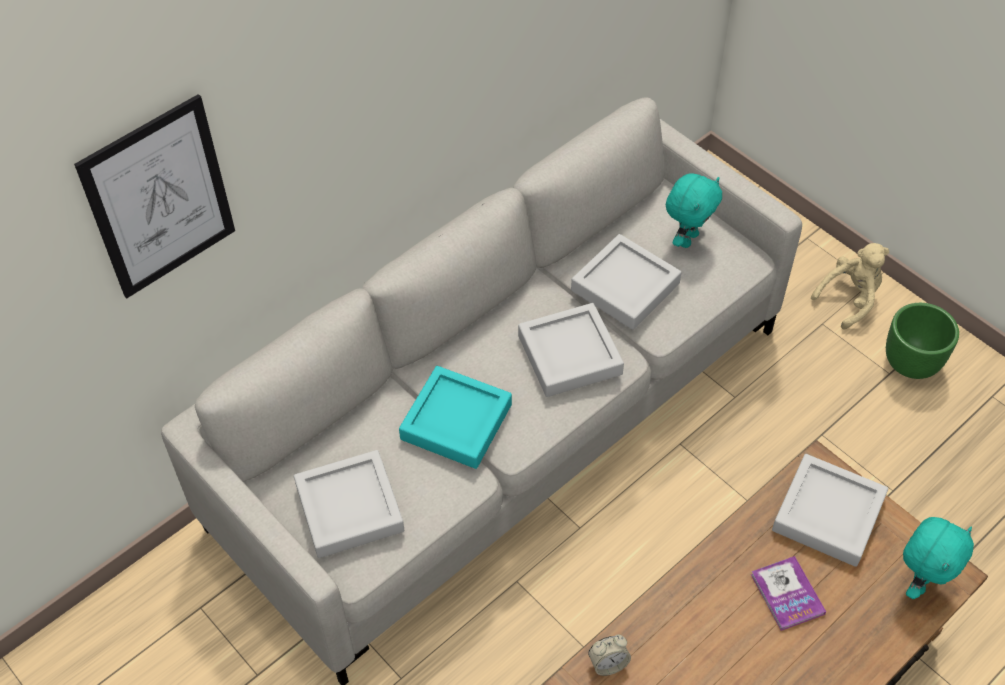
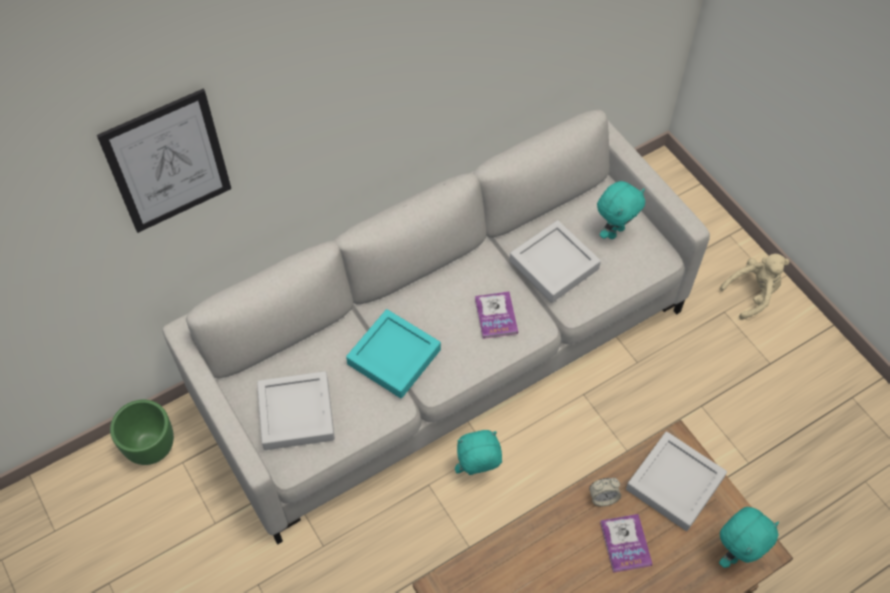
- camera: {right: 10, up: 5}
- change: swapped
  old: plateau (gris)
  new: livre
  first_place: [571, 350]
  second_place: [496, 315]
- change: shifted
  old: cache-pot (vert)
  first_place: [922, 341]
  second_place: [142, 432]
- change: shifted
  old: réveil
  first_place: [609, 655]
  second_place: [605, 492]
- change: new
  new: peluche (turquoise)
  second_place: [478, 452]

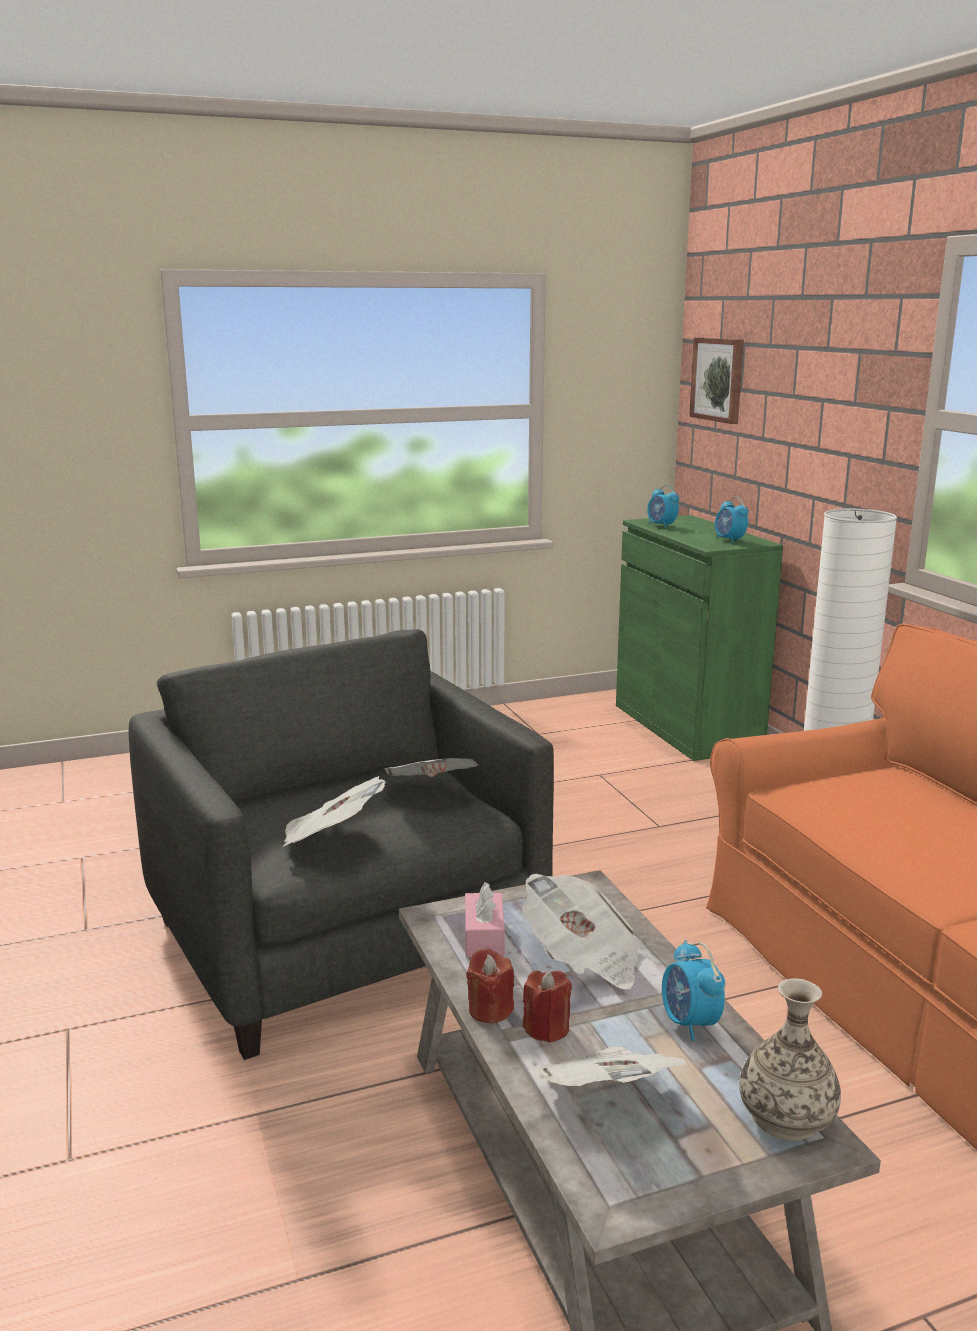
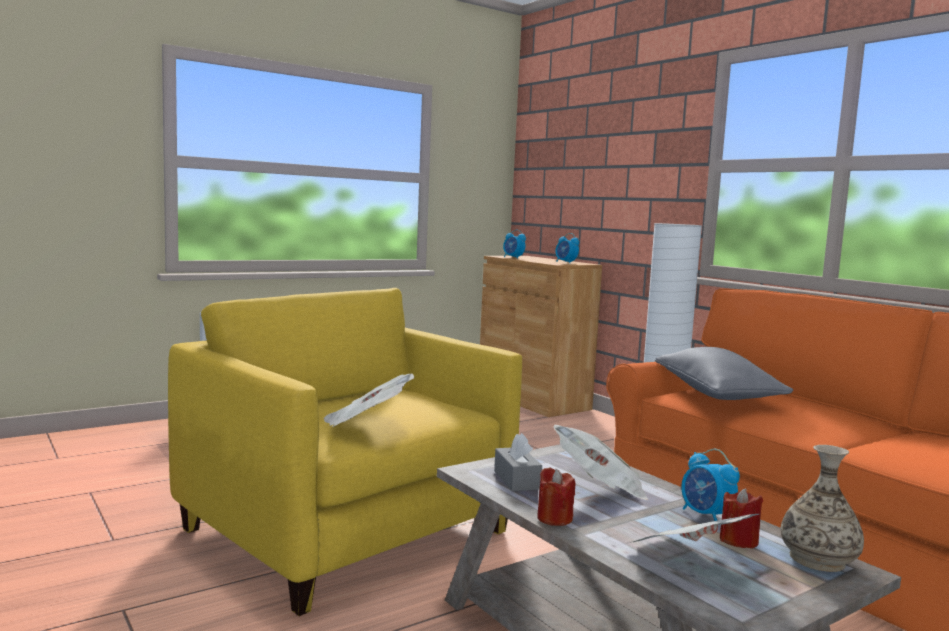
- camera: {right: -15, up: -10}
- change: gone
  old: tableau
  first_place: [716, 380]
- change: repainted
  old: meuble de rangement (vert)
  new: meuble de rangement (marron)
  first_place: [699, 638]
  second_place: [541, 336]
- change: repainted
  old: fauteuil (gris)
  new: fauteuil (jaune)
  first_place: [341, 844]
  second_place: [345, 452]
- change: gone
  old: journal
  first_place: [431, 767]
- change: repainted
  old: boîte à mouchoirs (rose)
  new: boîte à mouchoirs (gris)
  first_place: [485, 920]
  second_place: [518, 462]
- change: shifted
  old: bougie (rouge)
  first_place: [547, 1007]
  second_place: [741, 518]
- change: new
  new: coussin (gris)
  second_place: [724, 373]

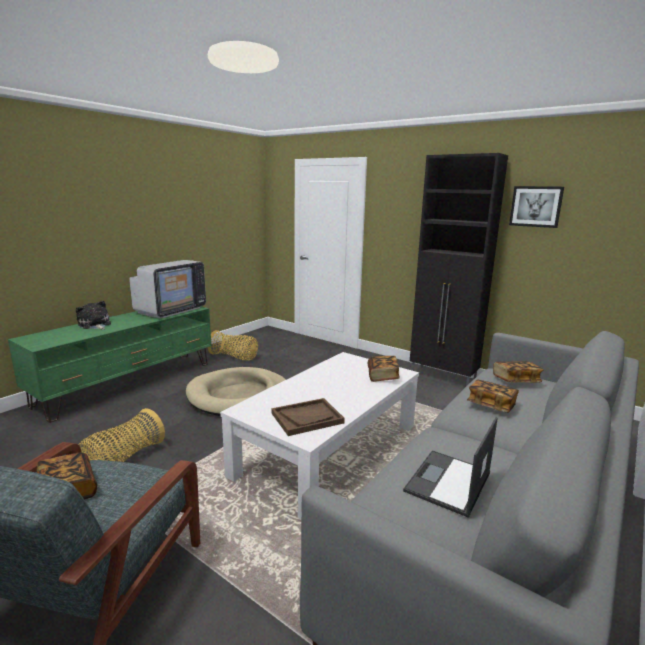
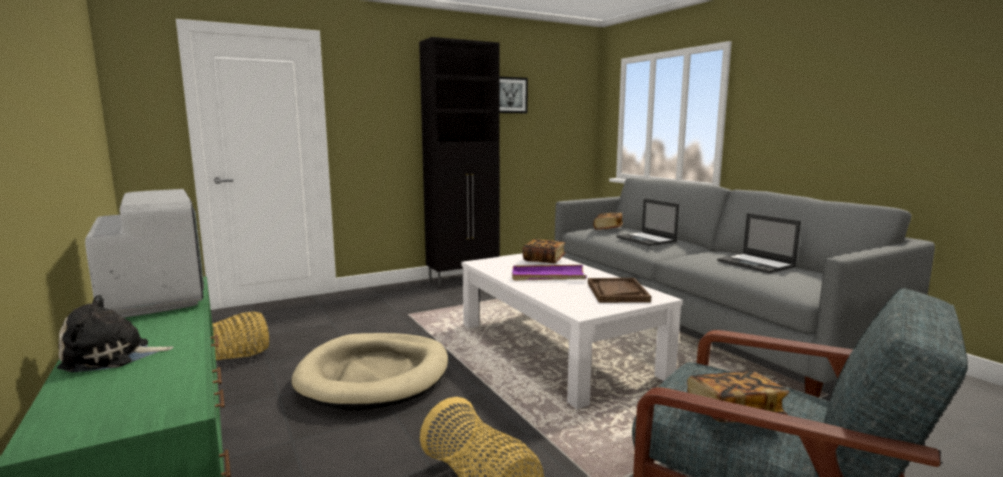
- camera: {right: -65, up: -5}
- change: swapped
  old: livre
  new: ordinateur portable
  first_place: [493, 396]
  second_place: [647, 222]
- change: new
  new: plateau (violet)
  second_place: [549, 273]

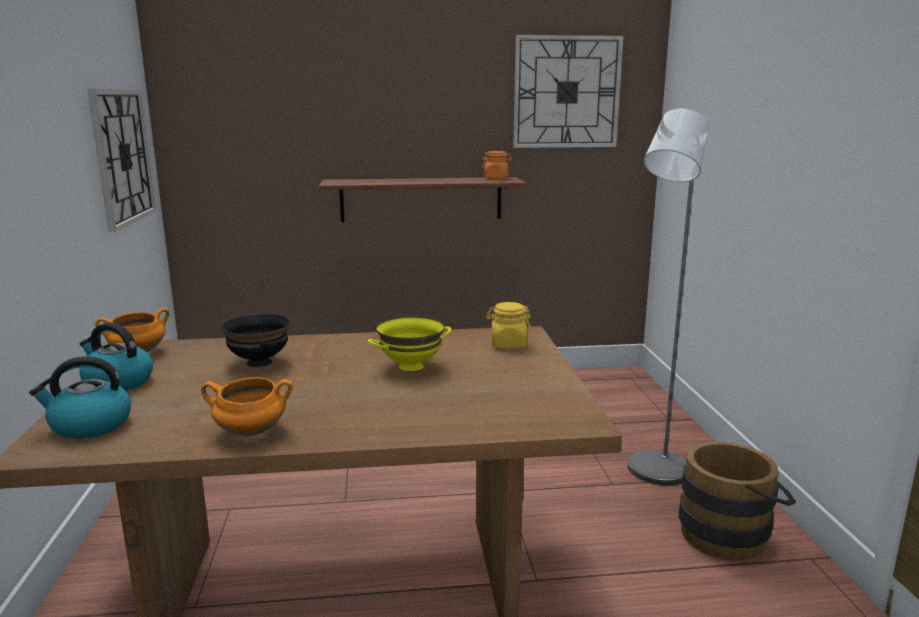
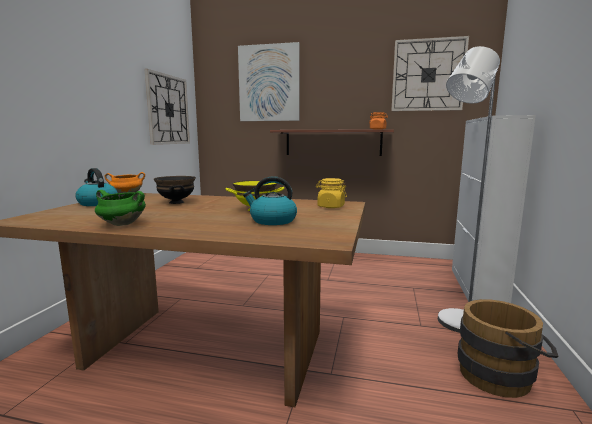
- camera: {right: 20, up: -5}
- change: shifted
  old: bouilloire
  first_place: [80, 397]
  second_place: [270, 200]
- change: repainted
  old: marmite (orange)
  new: marmite (vert)
  first_place: [247, 407]
  second_place: [120, 208]
- change: new
  new: tableau
  second_place: [269, 81]
- change: new
  new: meuble de rangement (blanc)
  second_place: [494, 209]

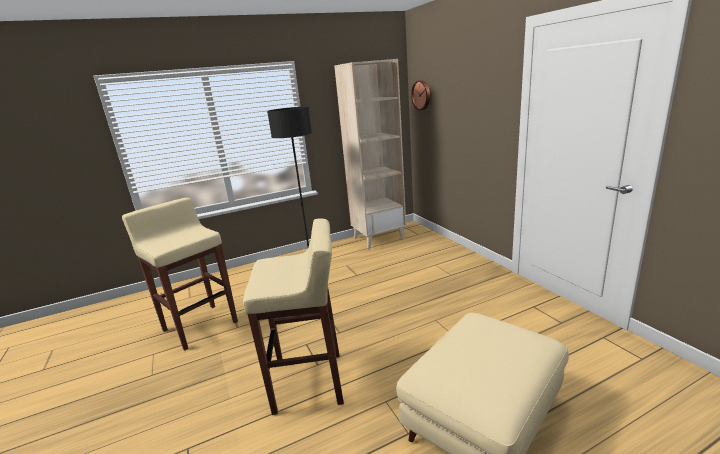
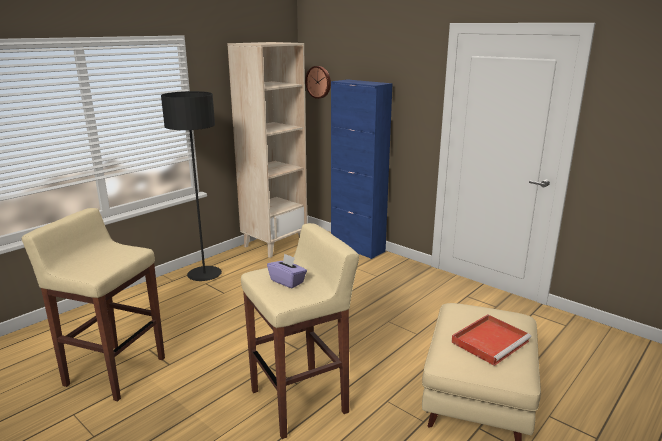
- camera: {right: -25, up: 0}
- change: new
  new: meuble de rangement (bleu)
  second_place: [361, 169]
- change: new
  new: boîte à mouchoirs (violet)
  second_place: [287, 270]
- change: new
  new: plateau (rouge)
  second_place: [491, 340]

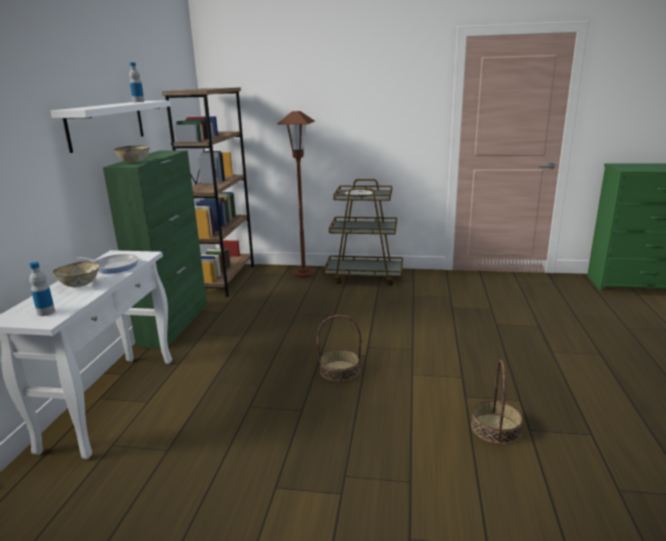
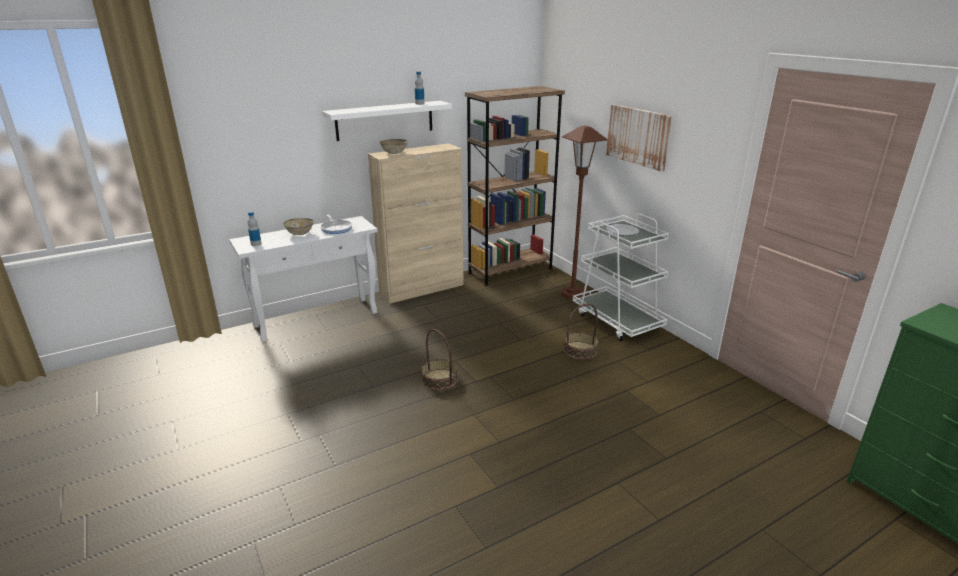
- camera: {right: 50, up: 5}
- change: repainted
  old: meuble de rangement (vert)
  new: meuble de rangement (beige)
  first_place: [155, 249]
  second_place: [416, 223]
- change: repainted
  old: chariot (marron)
  new: chariot (blanc)
  first_place: [363, 232]
  second_place: [621, 277]
- change: shifted
  old: panier
  first_place: [497, 402]
  second_place: [580, 331]
- change: new
  new: tableau
  second_place: [639, 138]

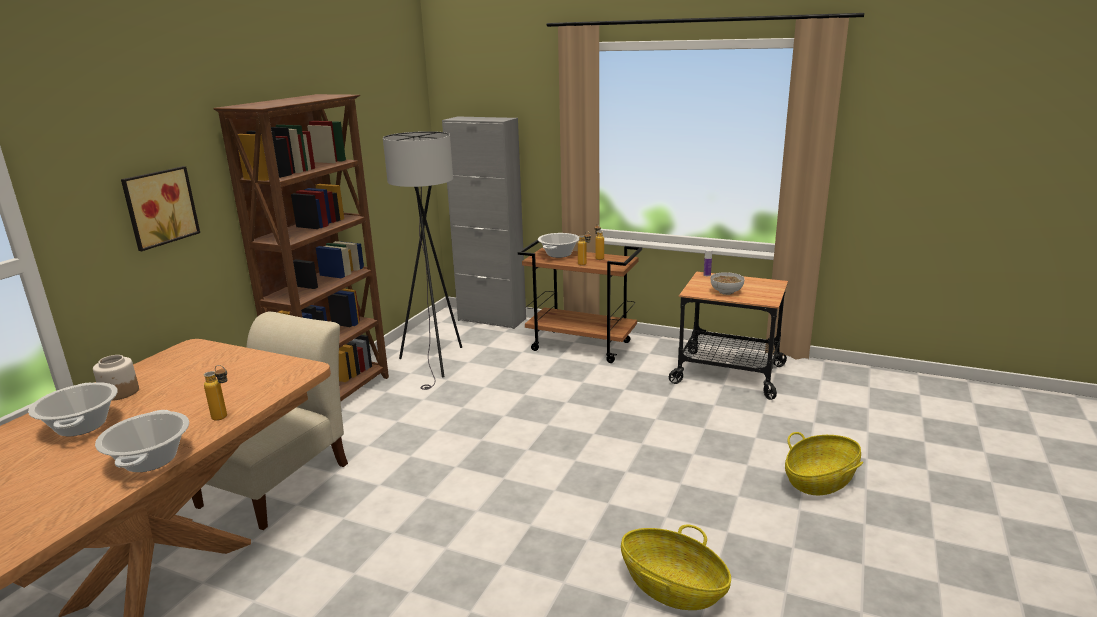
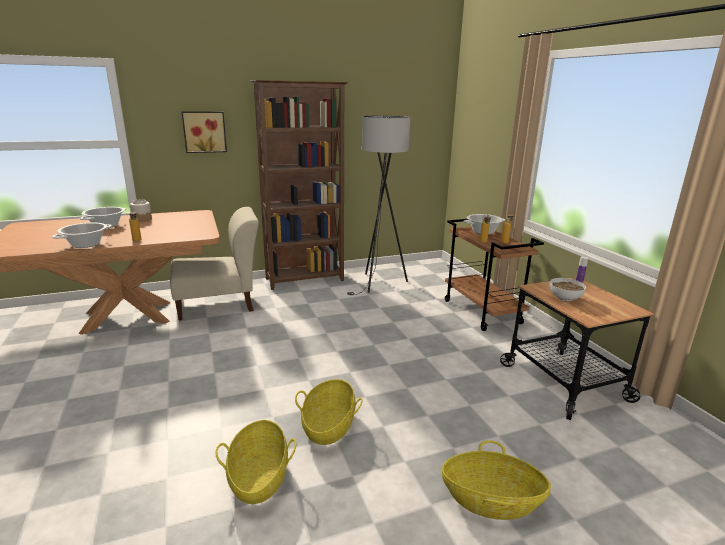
- camera: {right: 45, up: 0}
- change: gone
  old: meuble de rangement (gris)
  first_place: [484, 222]
- change: new
  new: panier
  second_place: [329, 412]

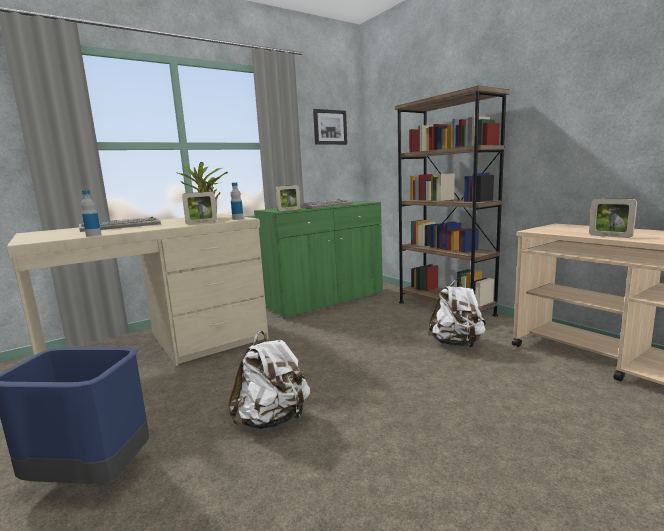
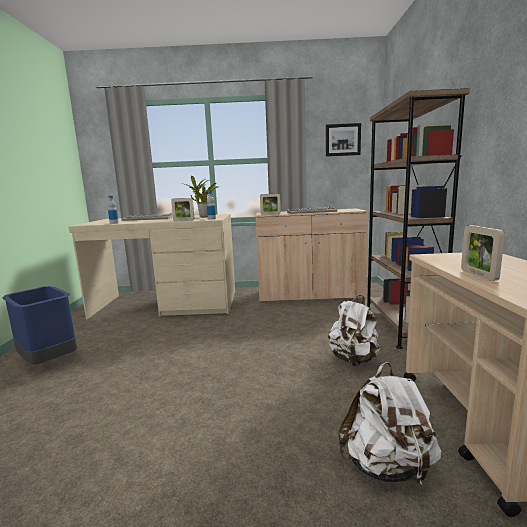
- camera: {right: 35, up: 0}
- change: repainted
  old: meuble de rangement (vert)
  new: meuble de rangement (beige)
  first_place: [318, 260]
  second_place: [312, 256]
- change: shifted
  old: sac à dos (blanc)
  first_place: [269, 380]
  second_place: [389, 424]

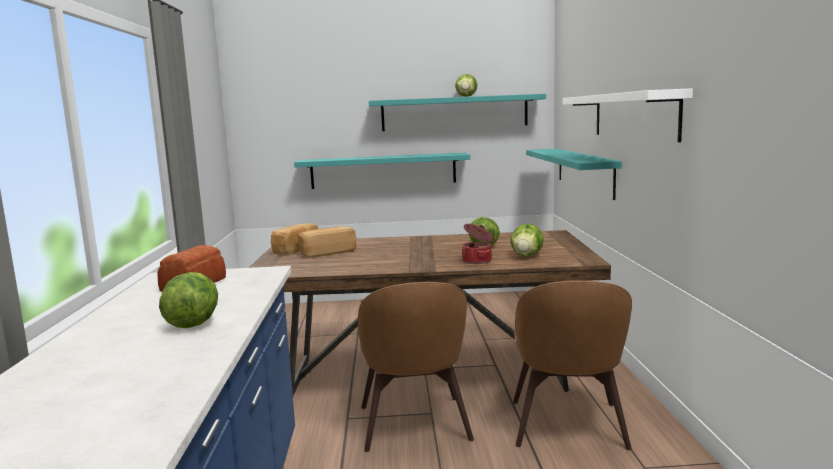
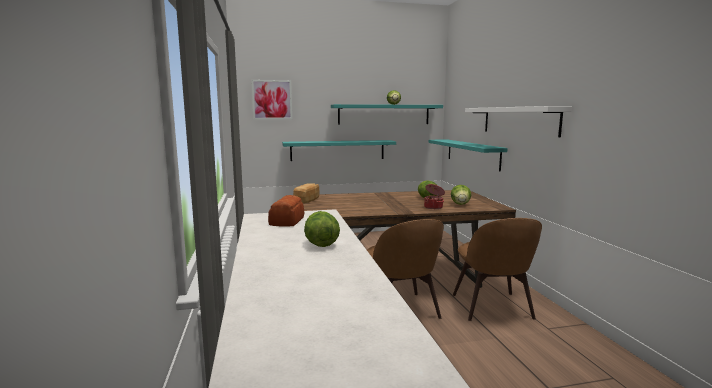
- camera: {right: -10, up: 0}
- change: gone
  old: pain
  first_place: [327, 242]
- change: new
  new: tableau
  second_place: [271, 100]

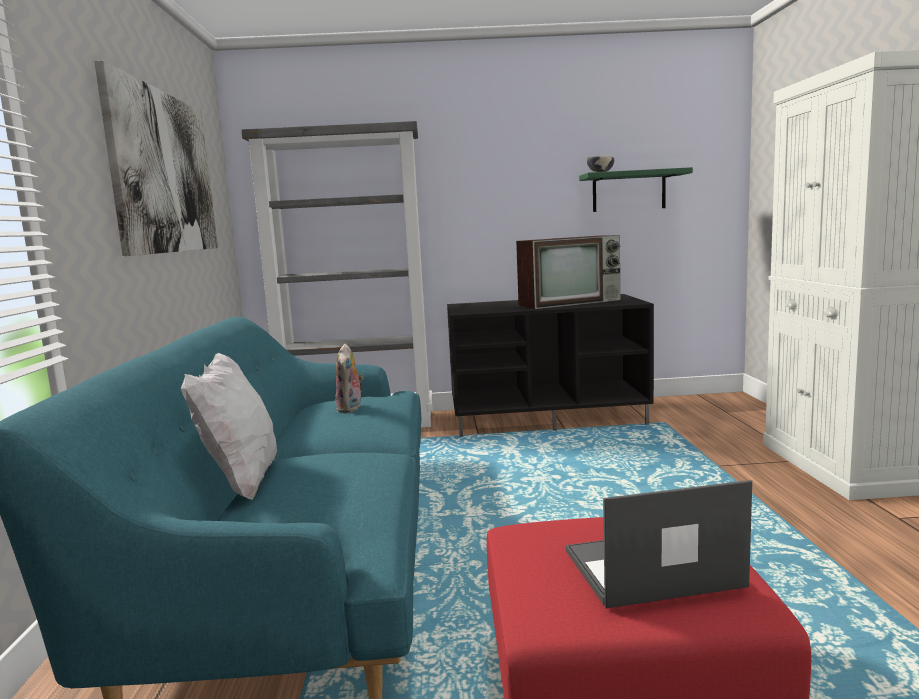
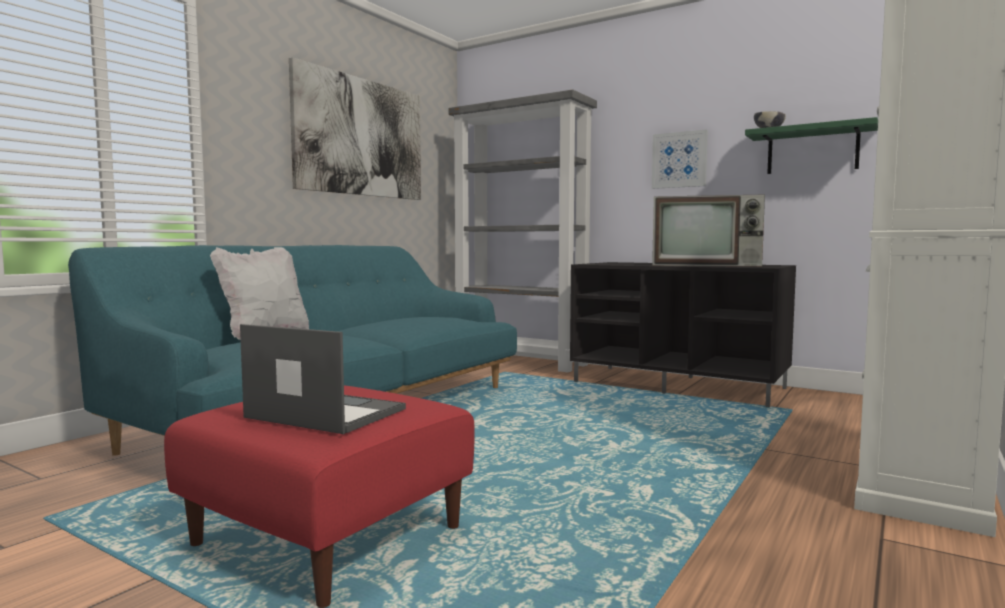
- camera: {right: 35, up: -5}
- change: gone
  old: peluche
  first_place: [350, 378]
- change: new
  new: tableau
  second_place: [680, 159]

